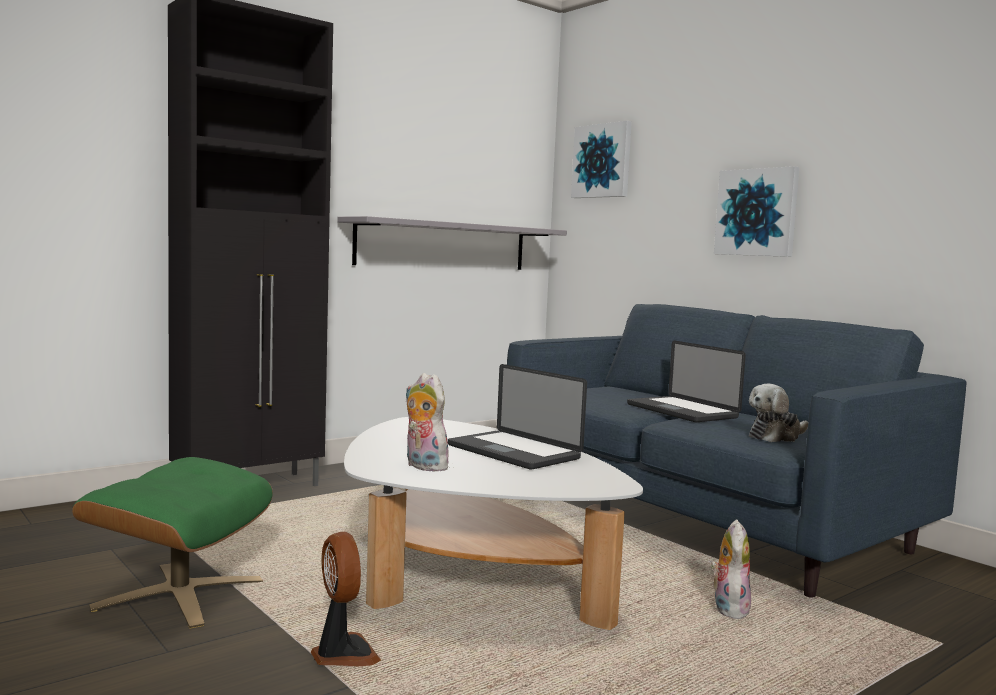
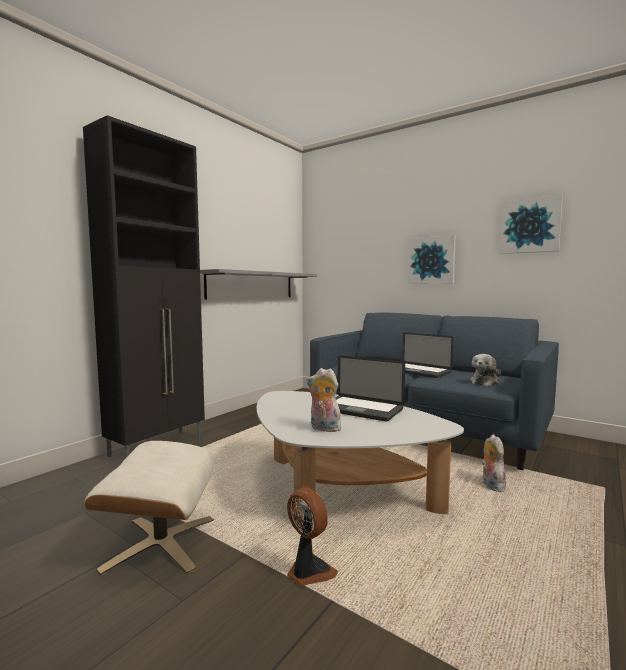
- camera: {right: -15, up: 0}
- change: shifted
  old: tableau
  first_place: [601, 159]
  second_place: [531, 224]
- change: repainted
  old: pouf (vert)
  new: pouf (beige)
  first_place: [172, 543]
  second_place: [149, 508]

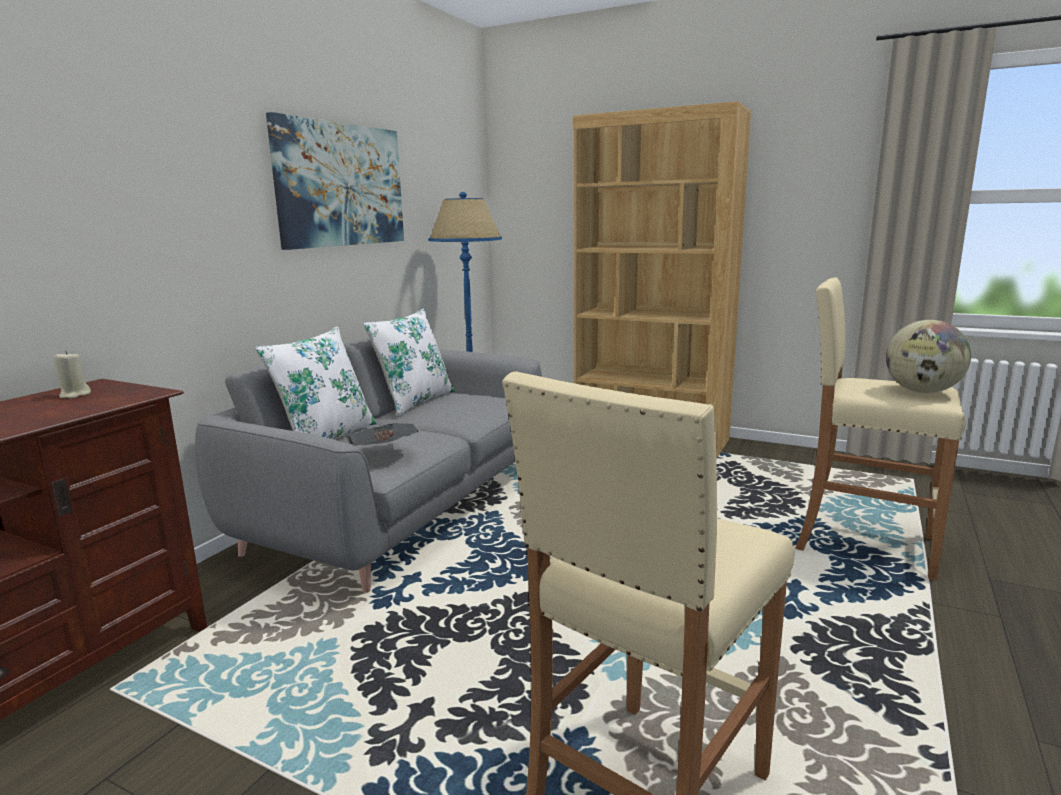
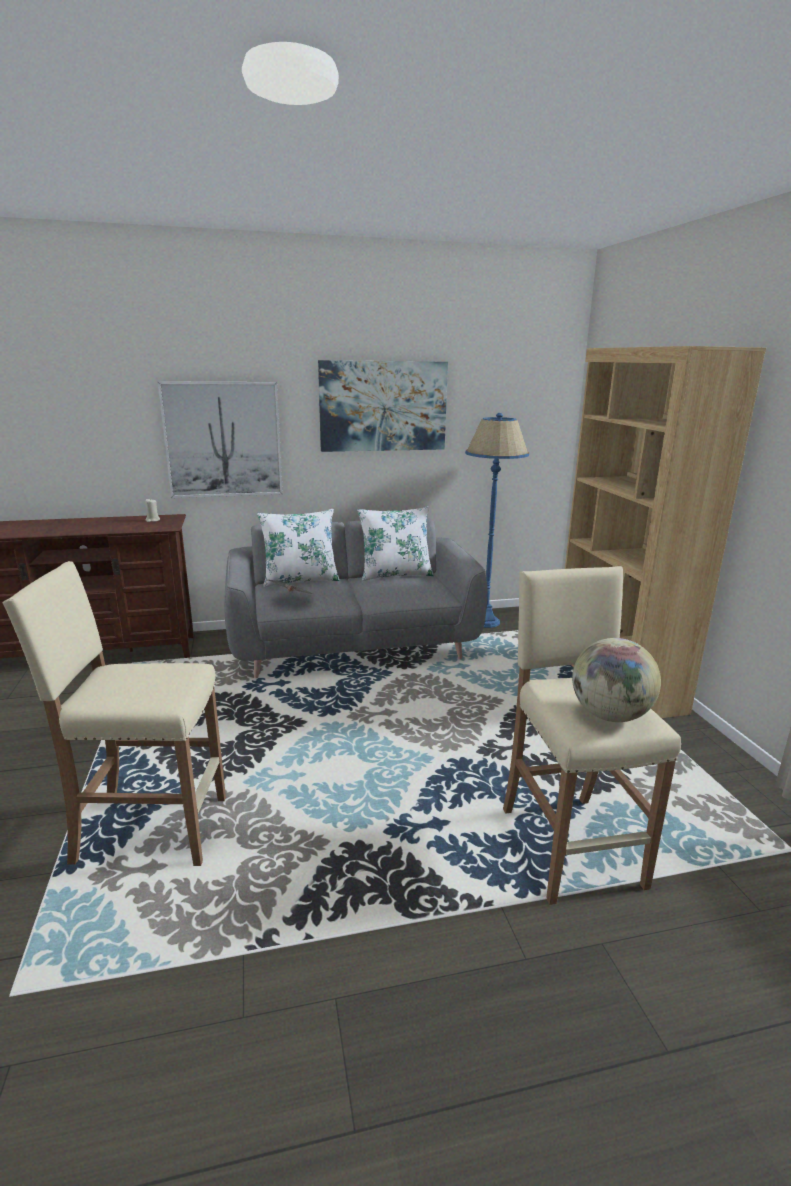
- camera: {right: 50, up: 5}
- change: new
  new: tableau
  second_place: [220, 439]

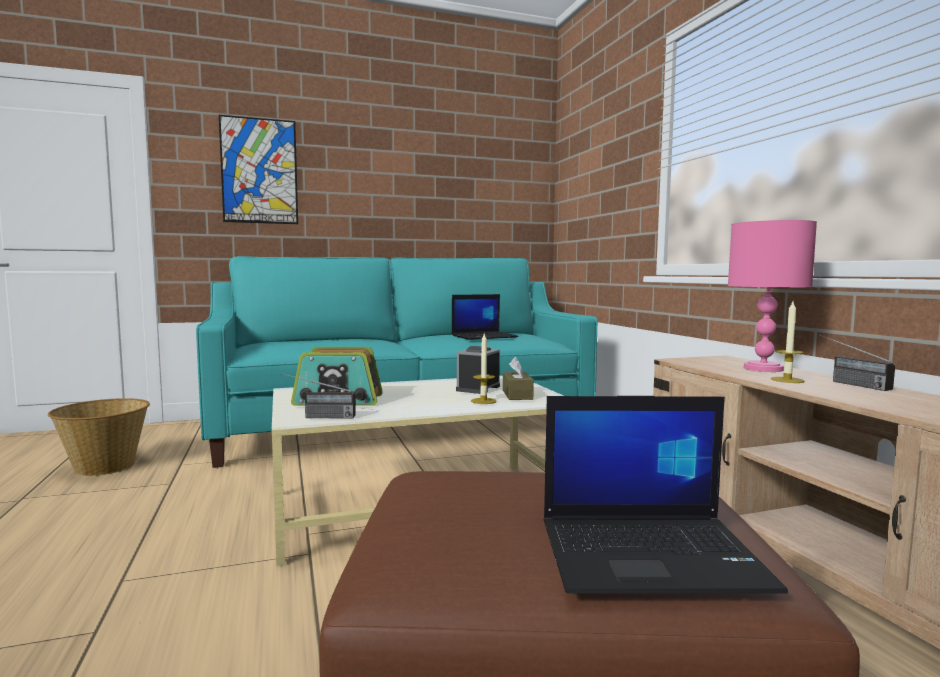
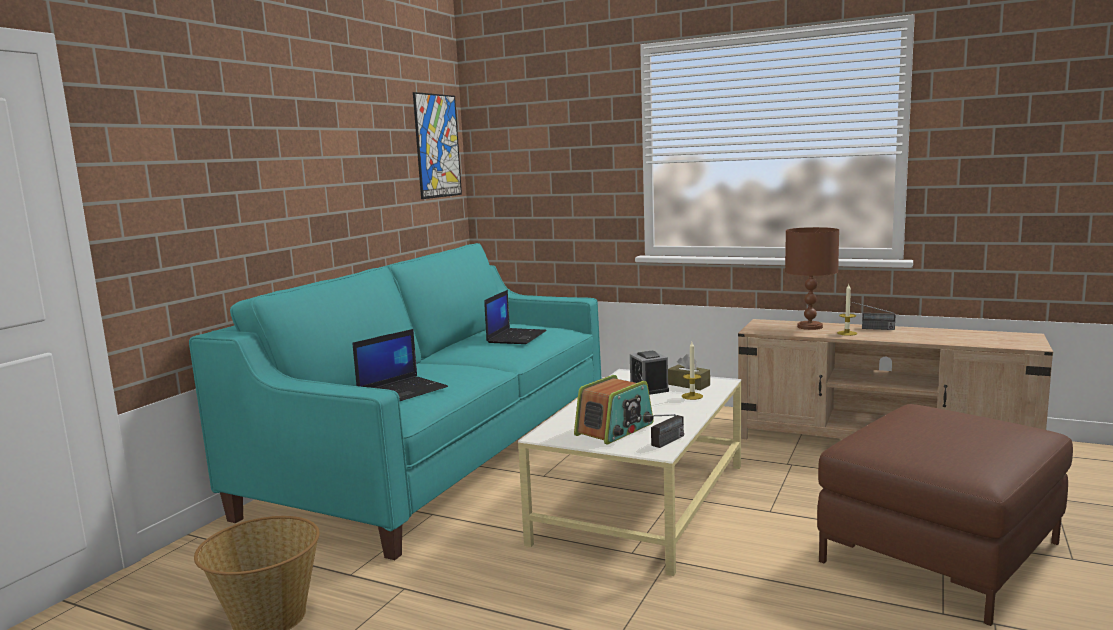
- camera: {right: -45, up: 5}
- change: shifted
  old: tableau
  first_place: [258, 169]
  second_place: [437, 145]
- change: repainted
  old: lampe de table (rose)
  new: lampe de table (marron)
  first_place: [772, 296]
  second_place: [812, 278]
- change: shifted
  old: ordinateur portable
  first_place: [666, 495]
  second_place: [400, 365]

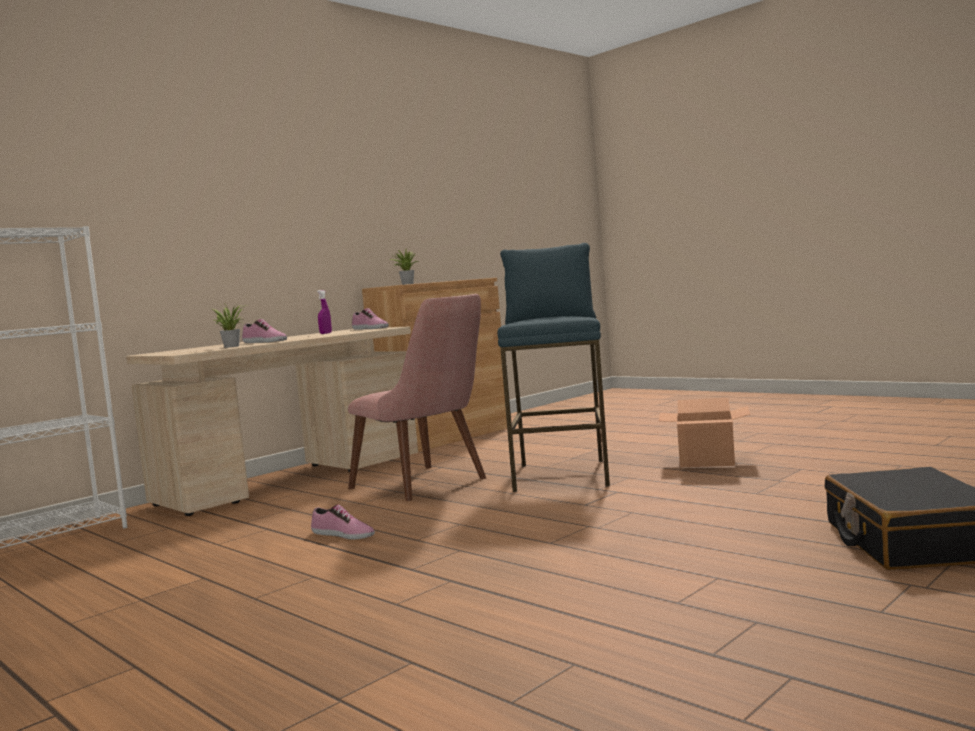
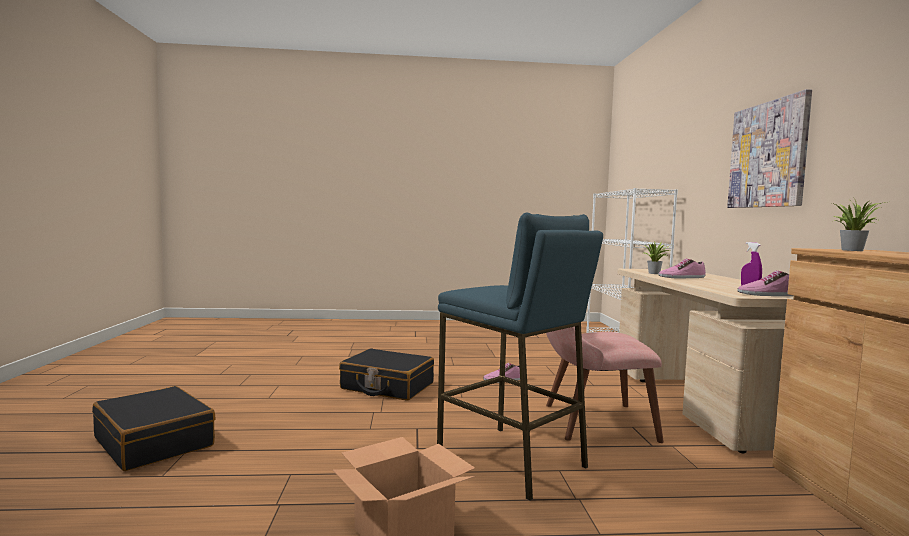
- camera: {right: 130, up: 0}
- change: new
  new: tableau
  second_place: [769, 148]
- change: new
  new: valise (noir)
  second_place: [386, 374]

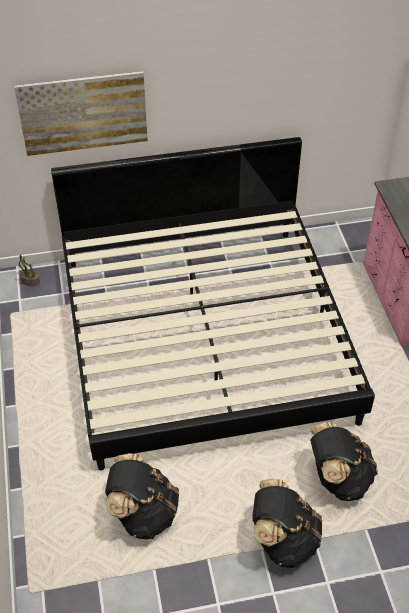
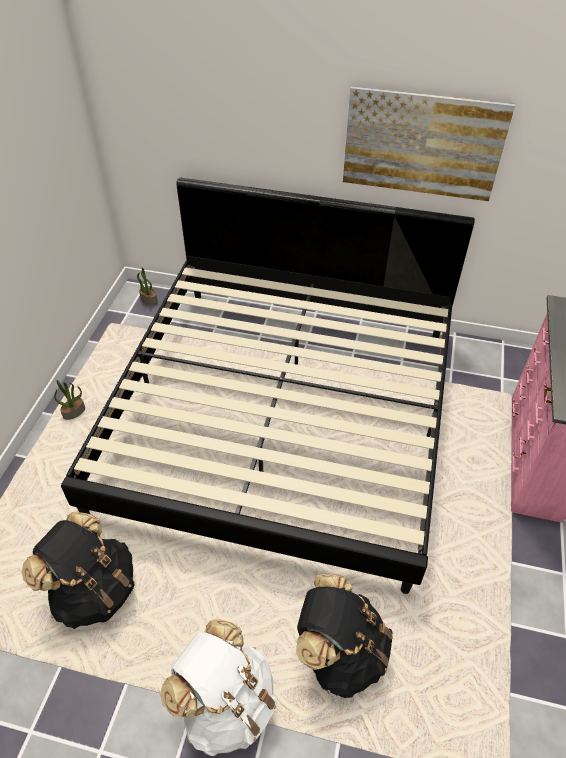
- camera: {right: 25, up: 0}
- change: shifted
  old: tableau
  first_place: [81, 113]
  second_place: [429, 143]
- change: repainted
  old: sac à dos (noir)
  new: sac à dos (blanc)
  first_place: [287, 523]
  second_place: [219, 687]
- change: new
  new: plante en pot
  second_place: [69, 400]

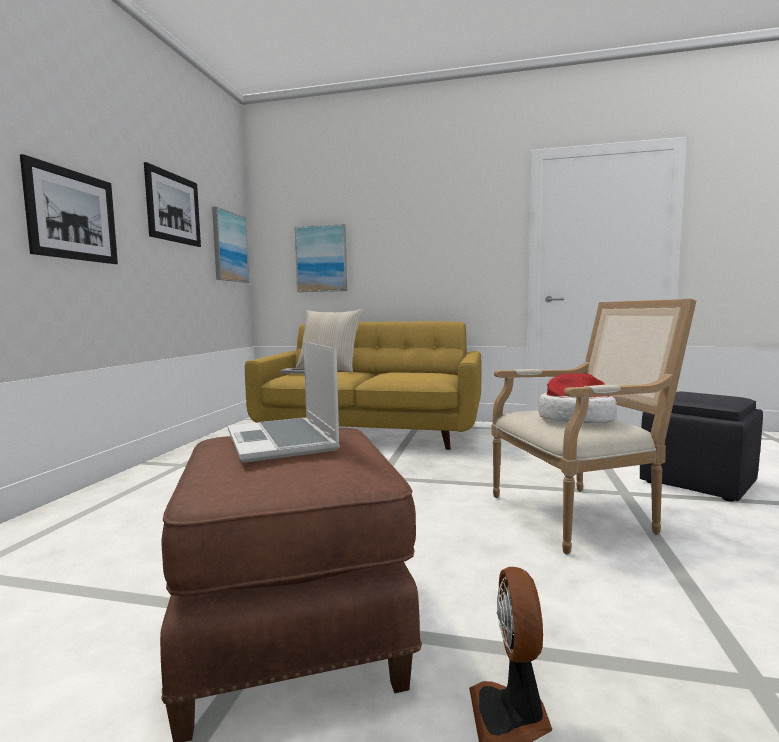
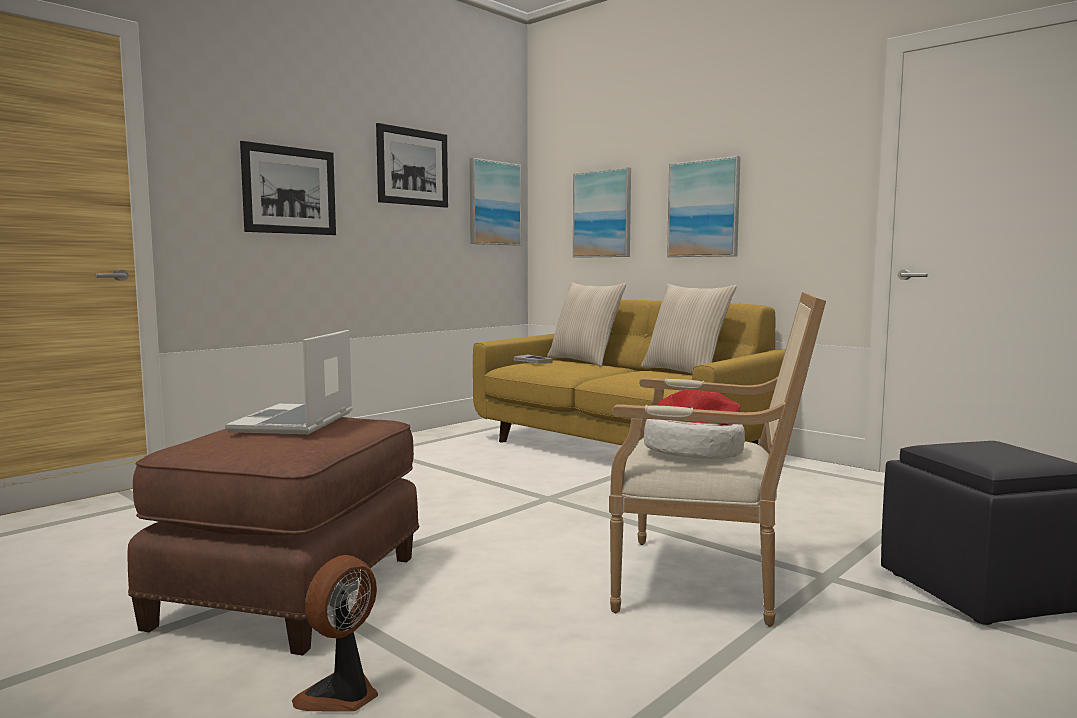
- camera: {right: 30, up: 0}
- change: new
  new: tableau
  second_place: [704, 206]
- change: new
  new: coussin (beige)
  second_place: [689, 329]

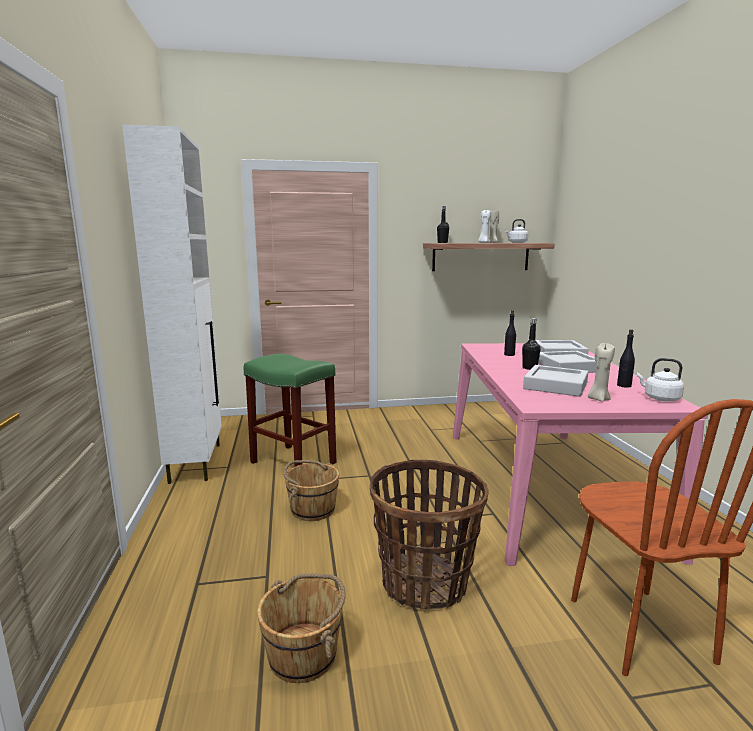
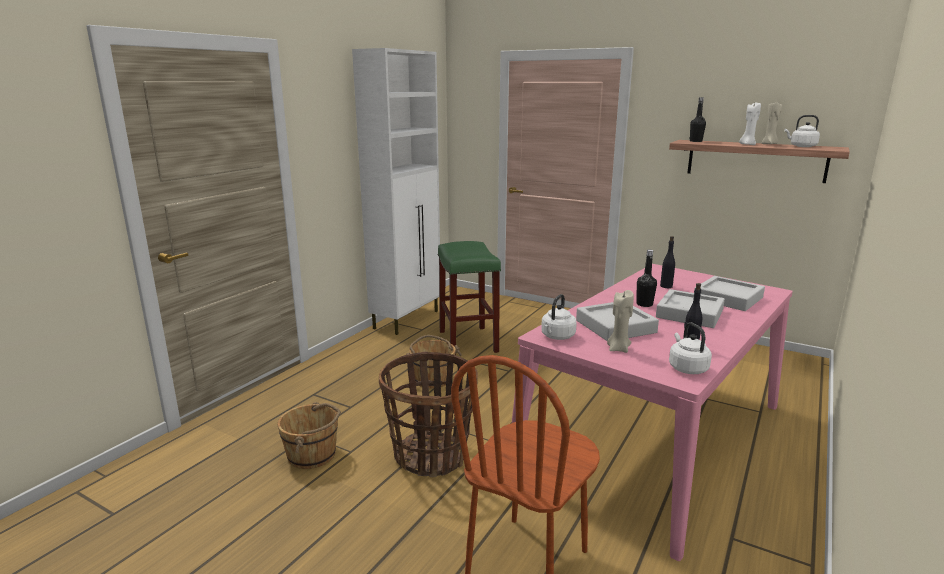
- camera: {right: 40, up: 5}
- change: new
  new: bouilloire (blanc)
  second_place: [559, 317]

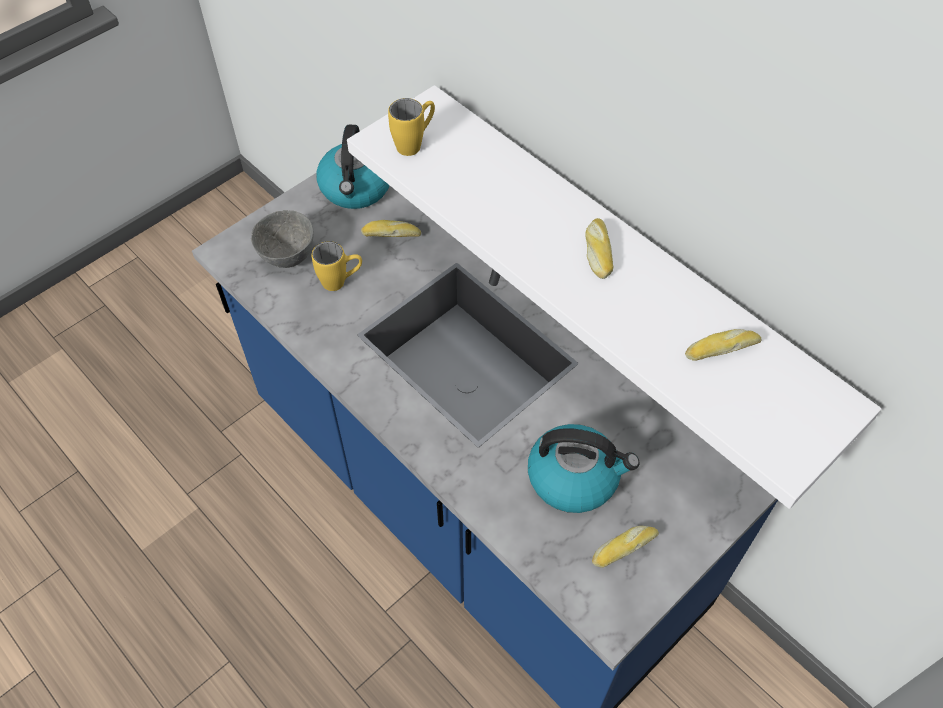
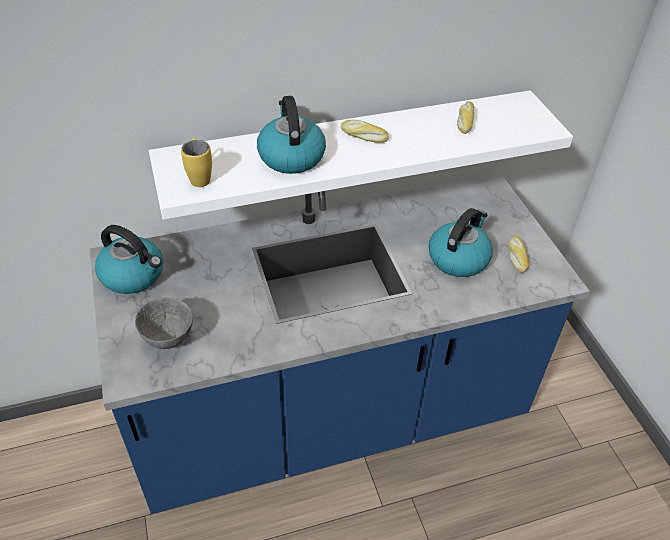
- camera: {right: -65, up: -10}
- change: gone
  old: pain
  first_place: [391, 228]
- change: gone
  old: mug (jaune)
  first_place: [337, 266]
- change: new
  new: bouilloire
  second_place: [291, 135]

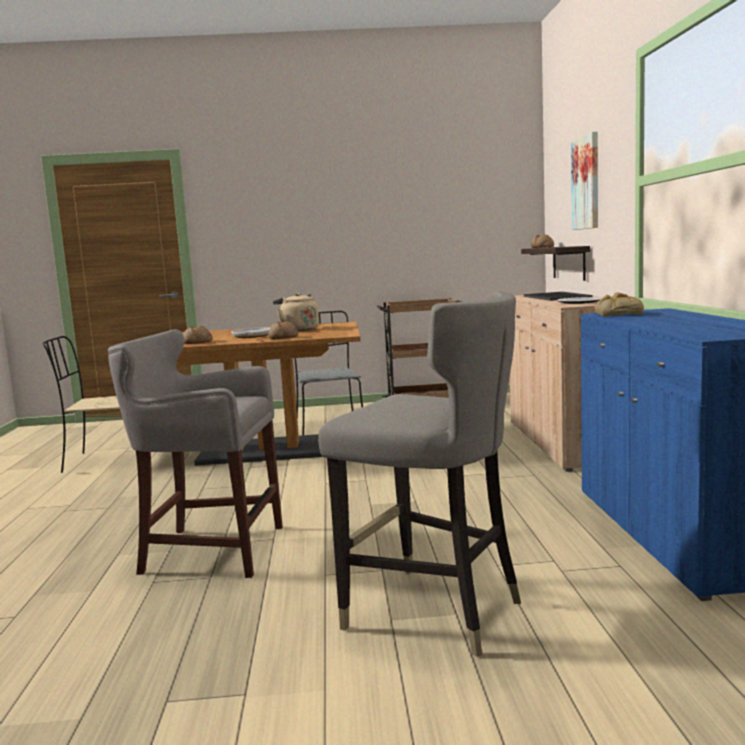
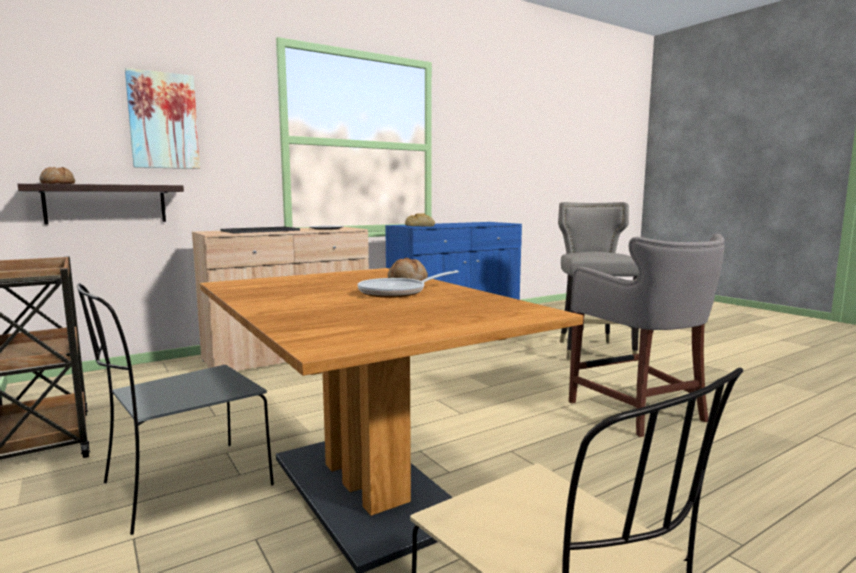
- camera: {right: -120, up: 0}
- change: gone
  old: bouilloire (beige)
  first_place: [296, 312]
- change: gone
  old: pain
  first_place: [198, 335]

